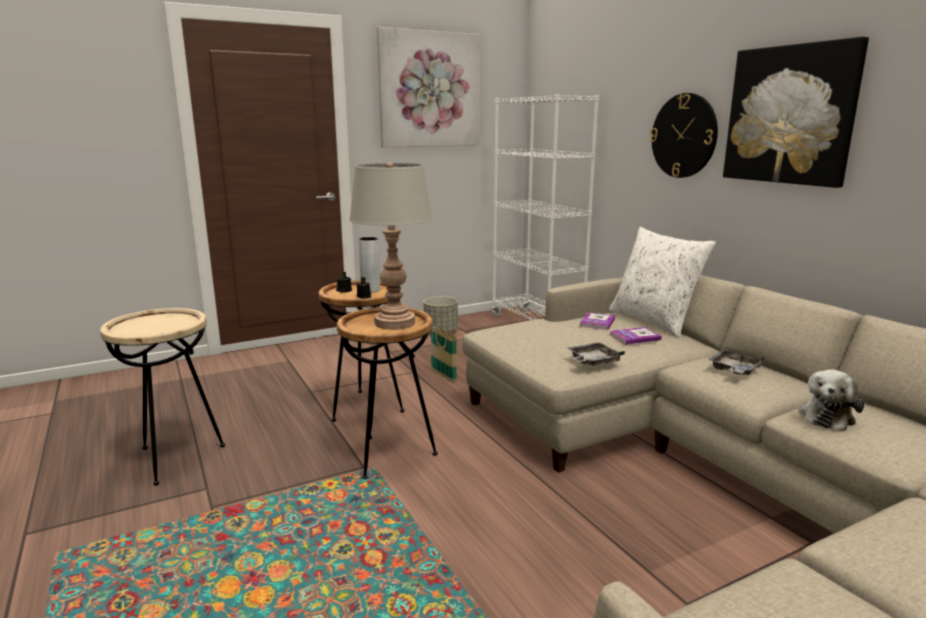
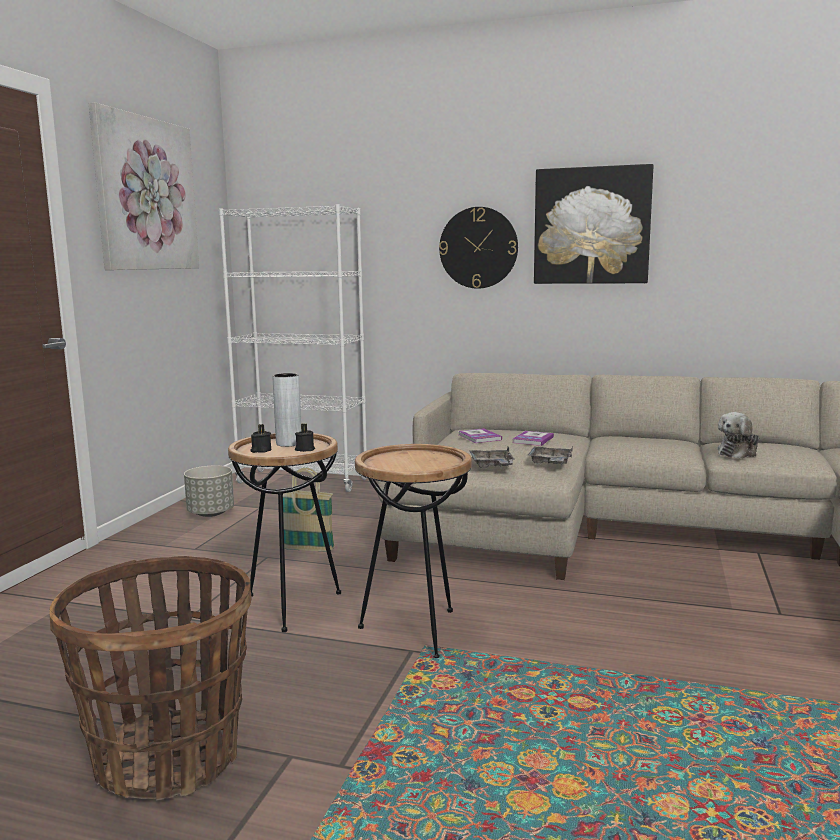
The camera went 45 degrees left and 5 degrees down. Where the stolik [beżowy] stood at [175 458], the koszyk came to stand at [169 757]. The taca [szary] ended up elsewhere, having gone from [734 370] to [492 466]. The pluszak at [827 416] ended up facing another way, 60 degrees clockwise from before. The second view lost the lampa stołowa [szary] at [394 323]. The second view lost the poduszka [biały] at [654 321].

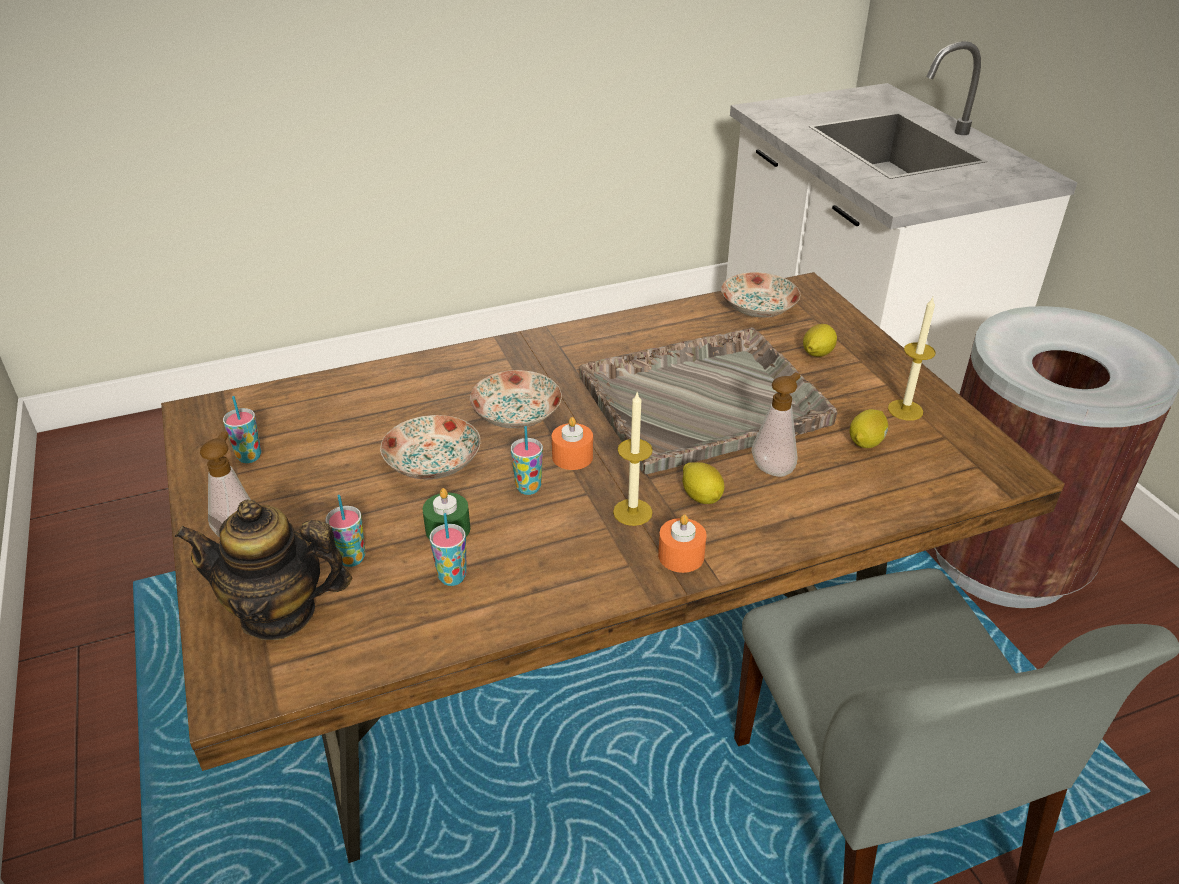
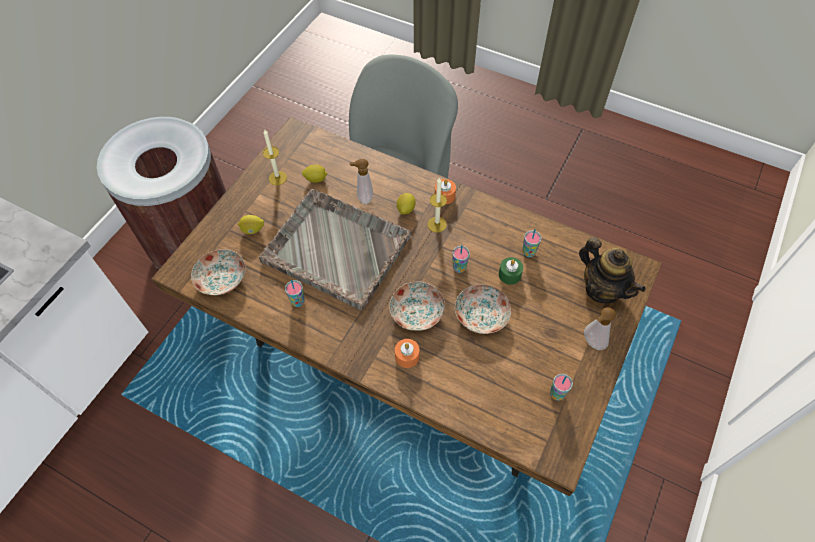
The camera went 130 degrees left and 20 degrees up. The filiżanka ended up elsewhere, having gone from [351 558] to [298 301]. The świeca [pomarańczowy] ended up elsewhere, having gone from [572 457] to [407 356].

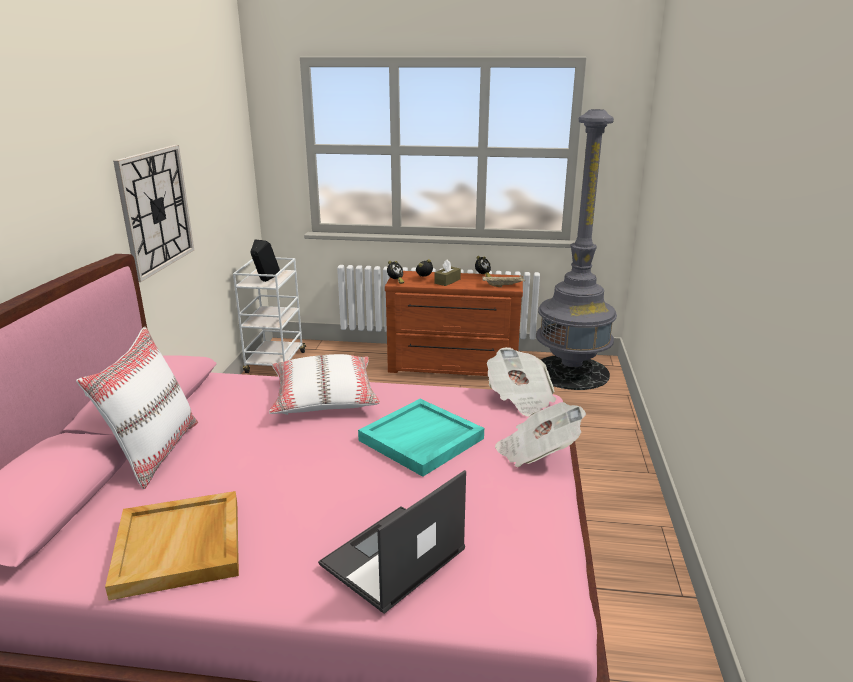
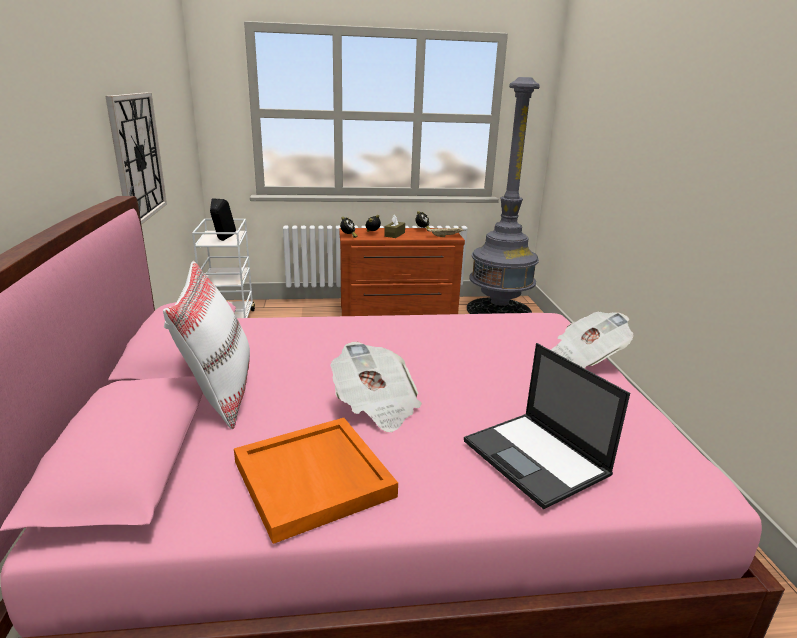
The camera went 15 degrees left and 0 degrees up. What was the taca [beżowy] at [180 547] turned into the taca [pomarańczowy] at [315 479]. The gazeta ended up elsewhere, having gone from [520 398] to [376 406]. The laptop at [392 558] ended up facing another way, 60 degrees counterclockwise from before. The second view lost the poduszka [biały] at [323 397]. The second view lost the taca [turkusowy] at [421 440].

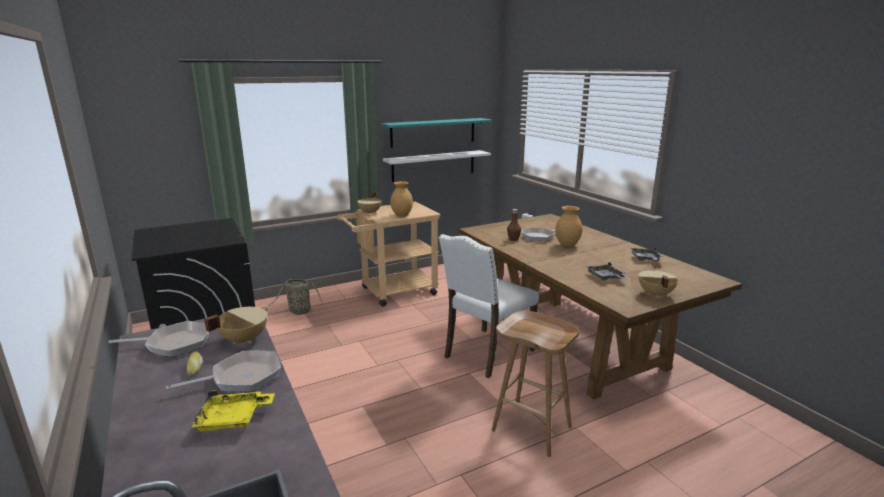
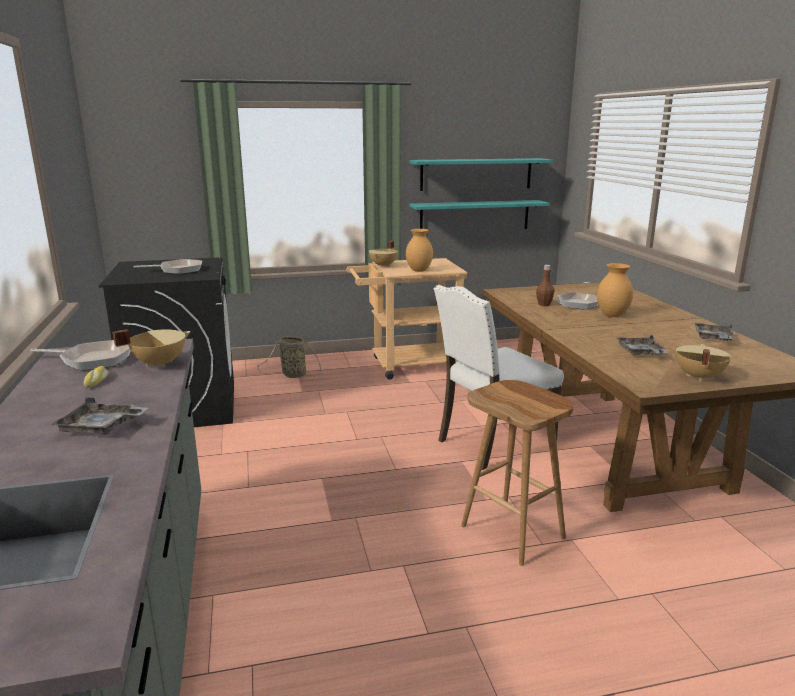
The camera went 15 degrees right and 0 degrees up. What was the taca [żółty] at [233 419] turned into the taca [szary] at [101 427]. The patelnia ended up elsewhere, having gone from [241 377] to [178 270]. What was the półka [biały] at [433 165] turned into the półka [turkusowy] at [474 216].

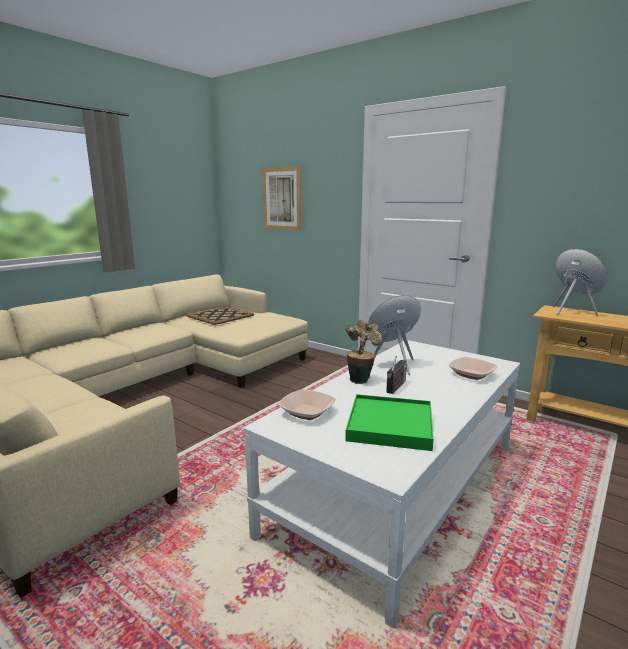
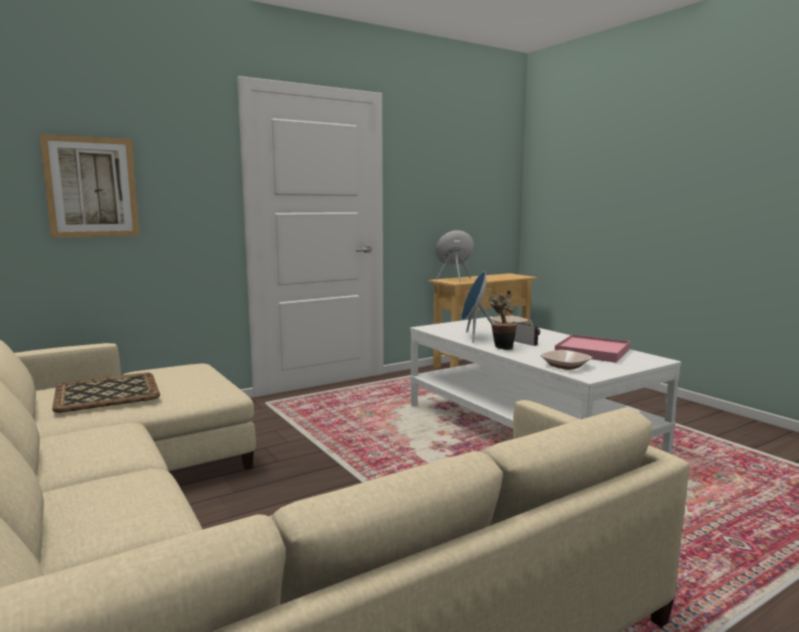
The camera went 70 degrees left and 5 degrees down. What was the taca [zielony] at [390 425] turned into the taca [różowy] at [592 352].

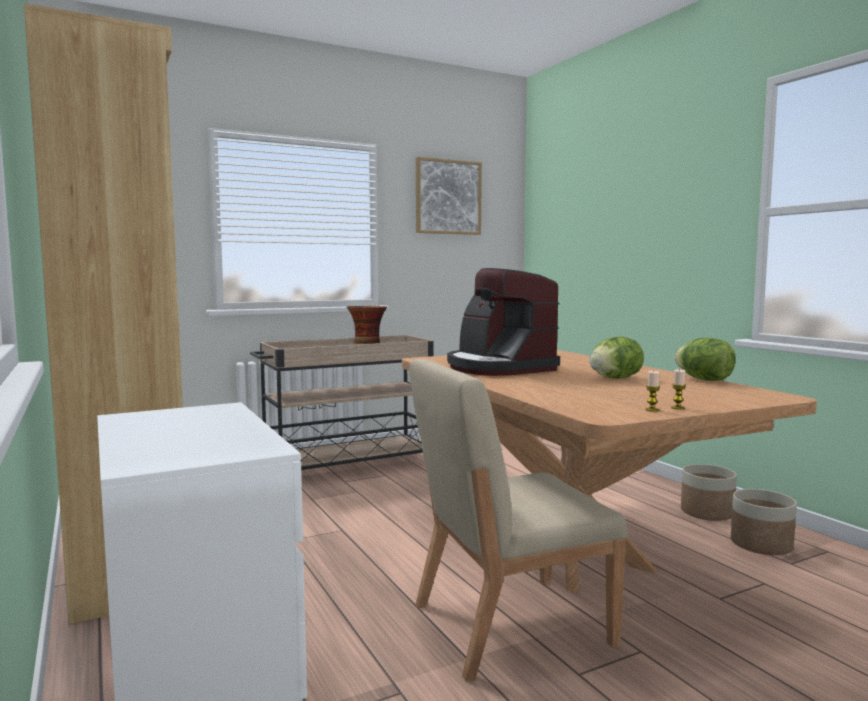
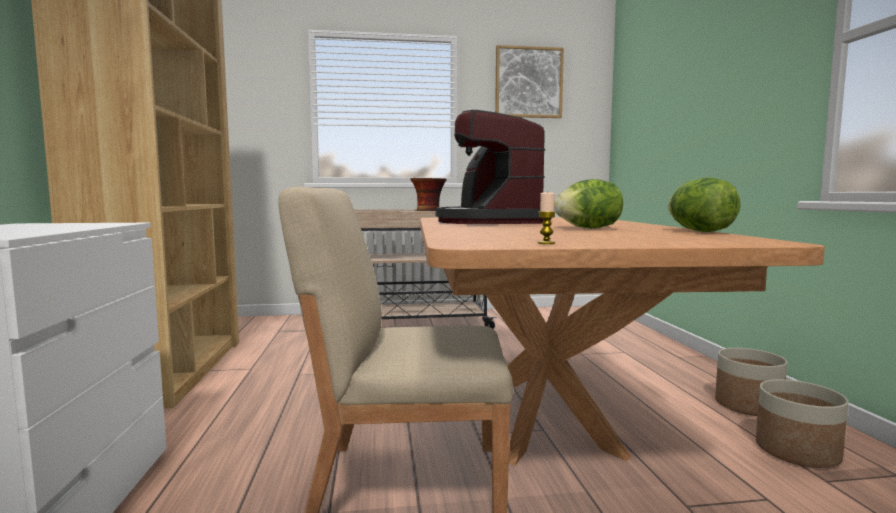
The camera went 20 degrees right and 0 degrees up. The second view lost the świeca at [677 408].

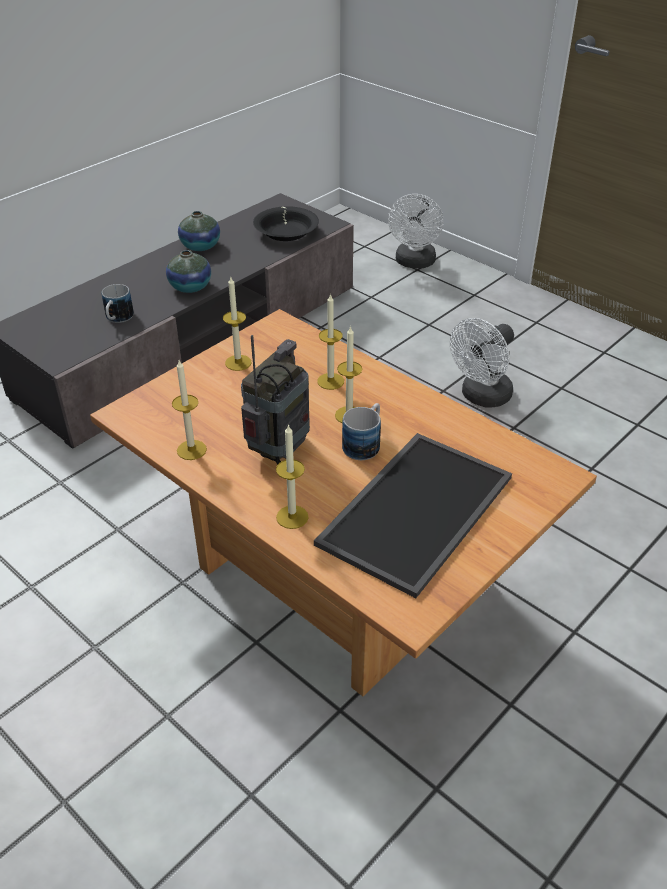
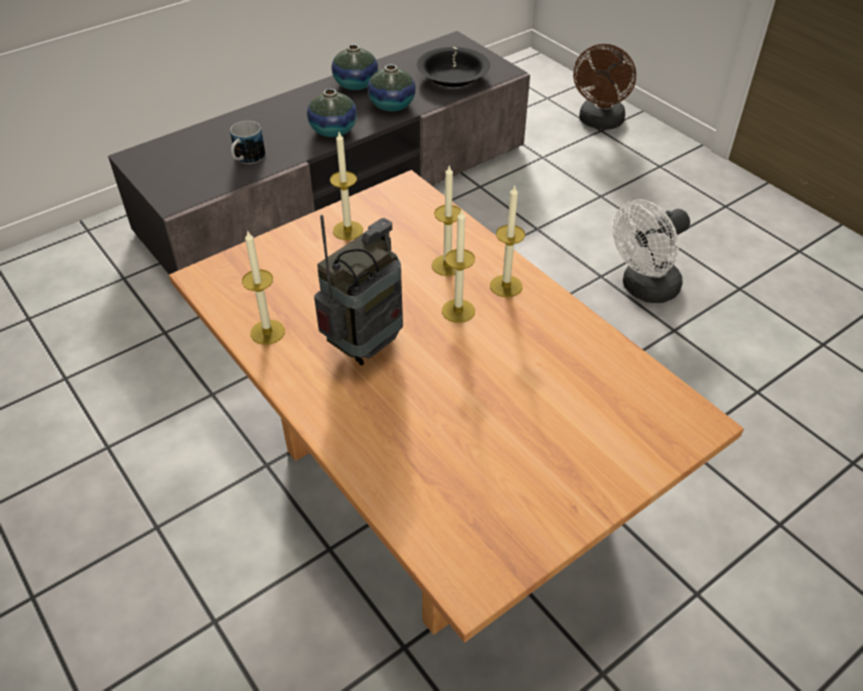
The camera went 10 degrees right and 5 degrees up. The second view gained the wazon at [392 105]. The świeca ended up elsewhere, having gone from [292 517] to [506 286]. What was the wentylator [biały] at [414 263] turned into the wentylator [brązowy] at [599 122]. The second view lost the taca at [414 508]. The second view lost the kubek at [365 443].

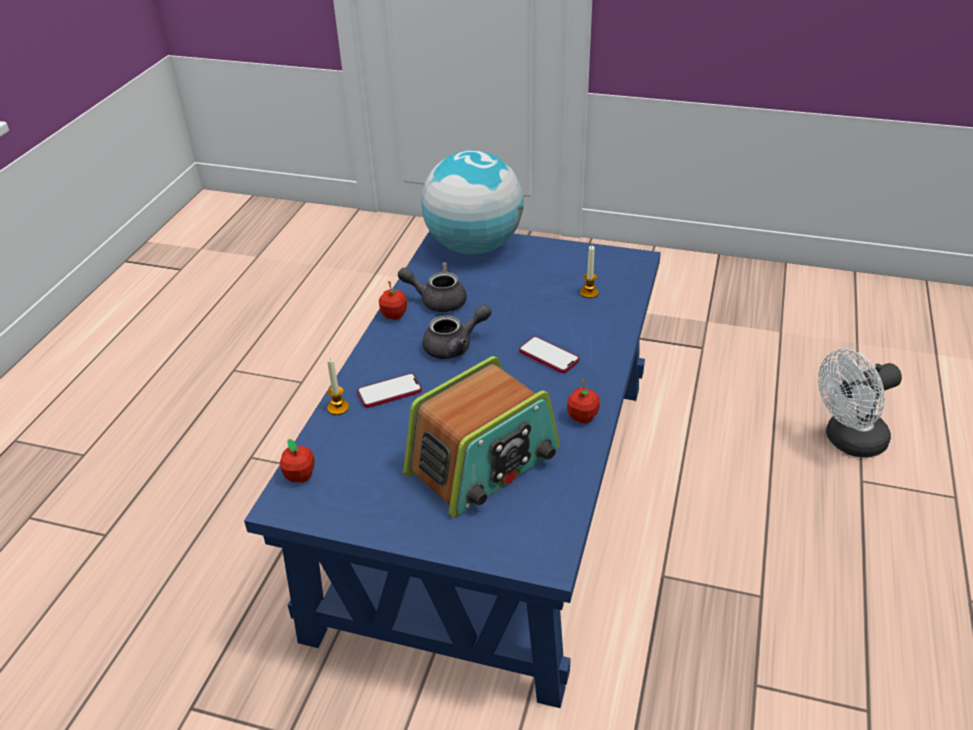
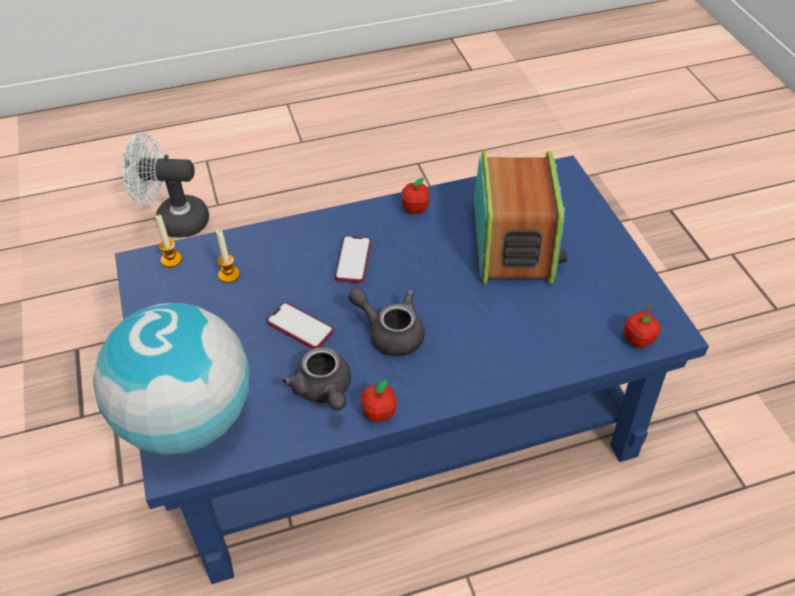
The camera went 125 degrees left and 10 degrees up. The wentylator [biały] at [848 441] ended up facing another way, 150 degrees clockwise from before. The świeca ended up elsewhere, having gone from [338 408] to [171 260]. The telefon ended up elsewhere, having gone from [389 392] to [300 327]. The radio at [484 463] ended up facing another way, 75 degrees clockwise from before.

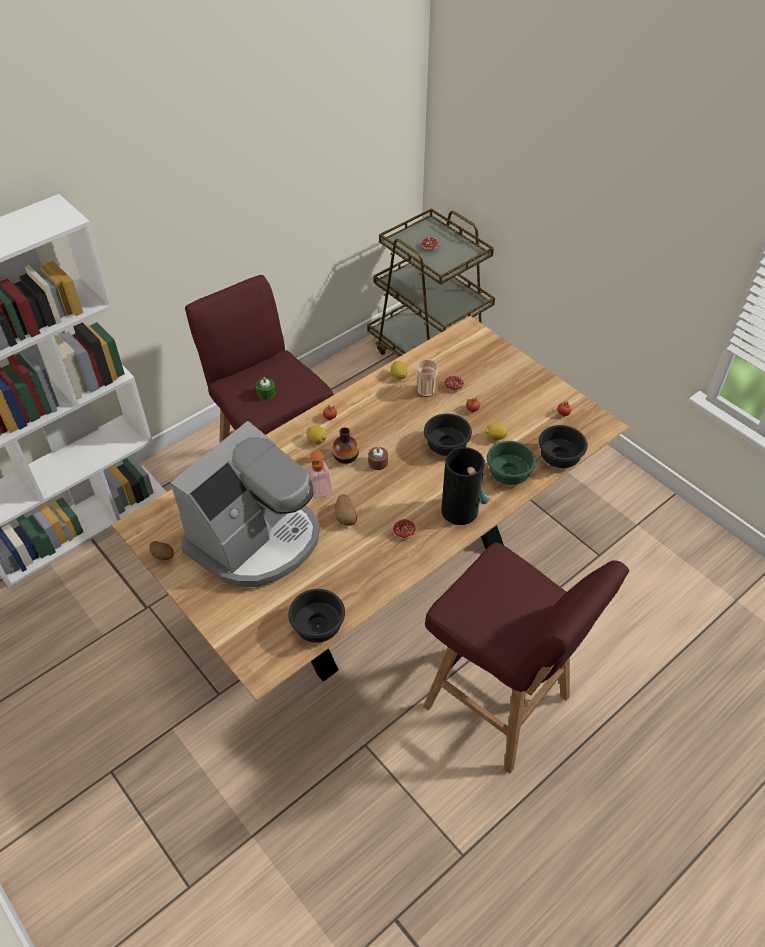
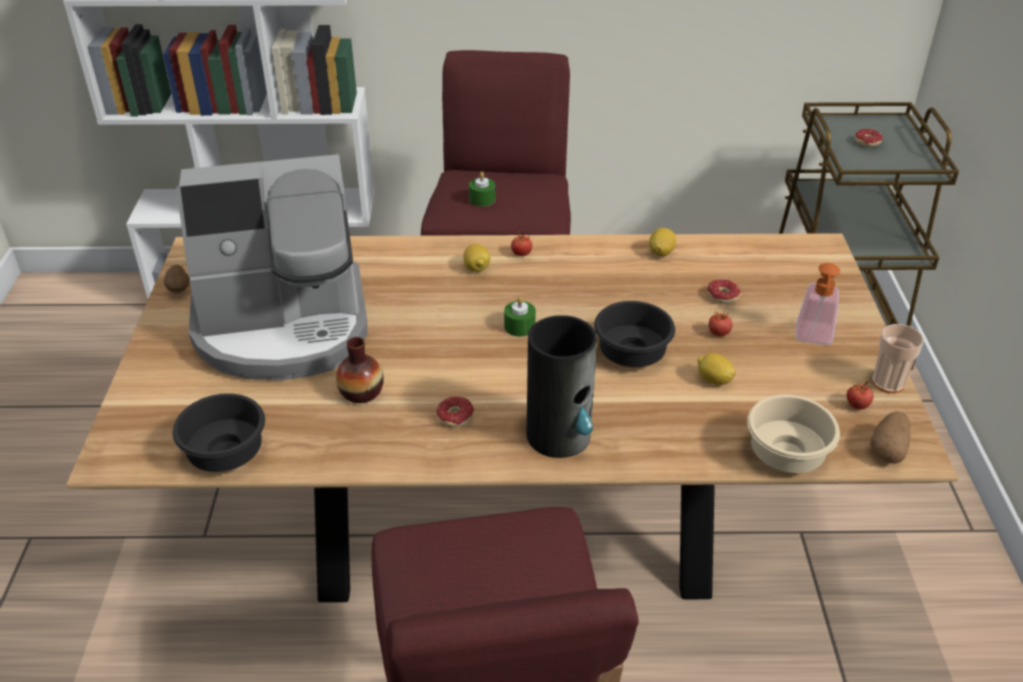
The camera went 40 degrees right and 10 degrees down. The wazon ended up elsewhere, having gone from [345 456] to [361 392]. What was the świeca [brązowy] at [378 462] turned into the świeca [zielony] at [519 326]. What was the miska [czarny] at [558 456] turned into the miska [beżowy] at [786 453]. The dozownik mydła ended up elsewhere, having gone from [321 493] to [813 338]. The ziemniak ended up elsewhere, having gone from [345 516] to [888 449]. The filiżanka ended up elsewhere, having gone from [426 391] to [888 383]. The second view lost the miska [zielony] at [509 475].

